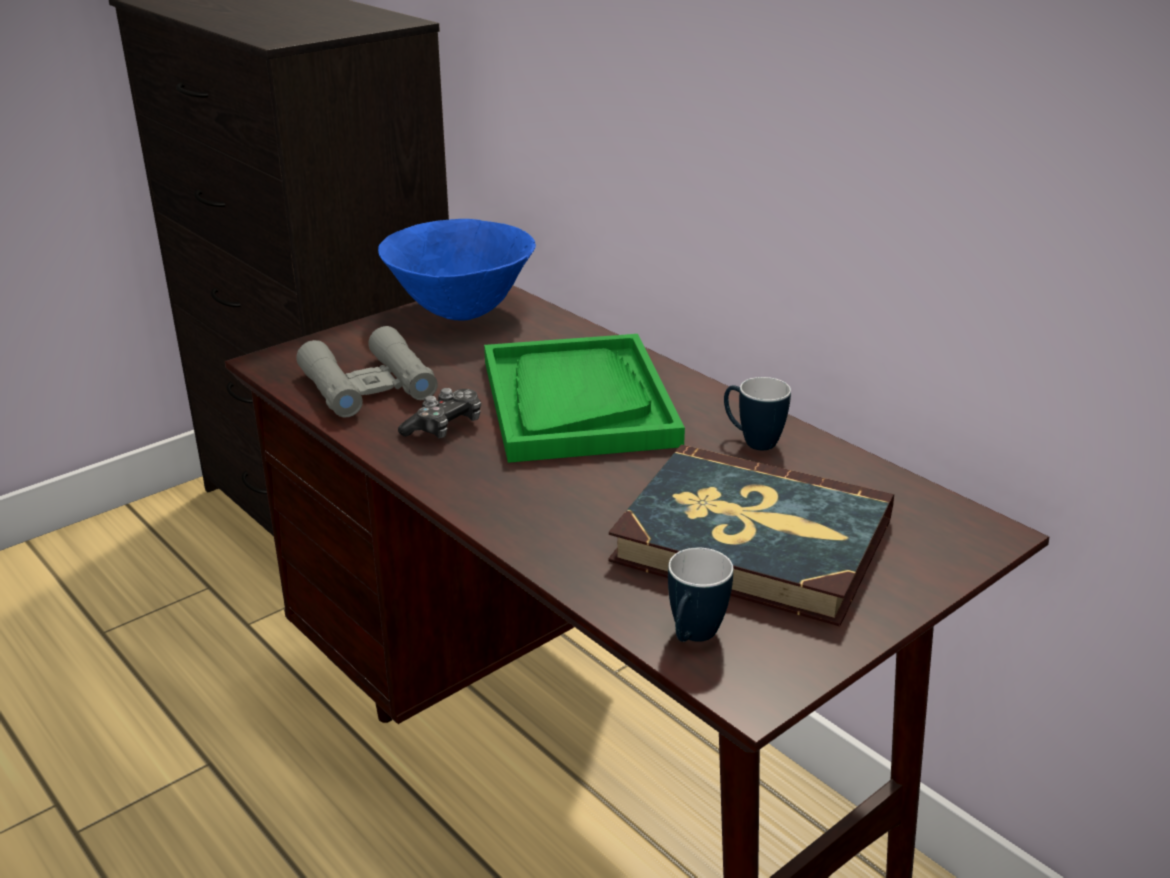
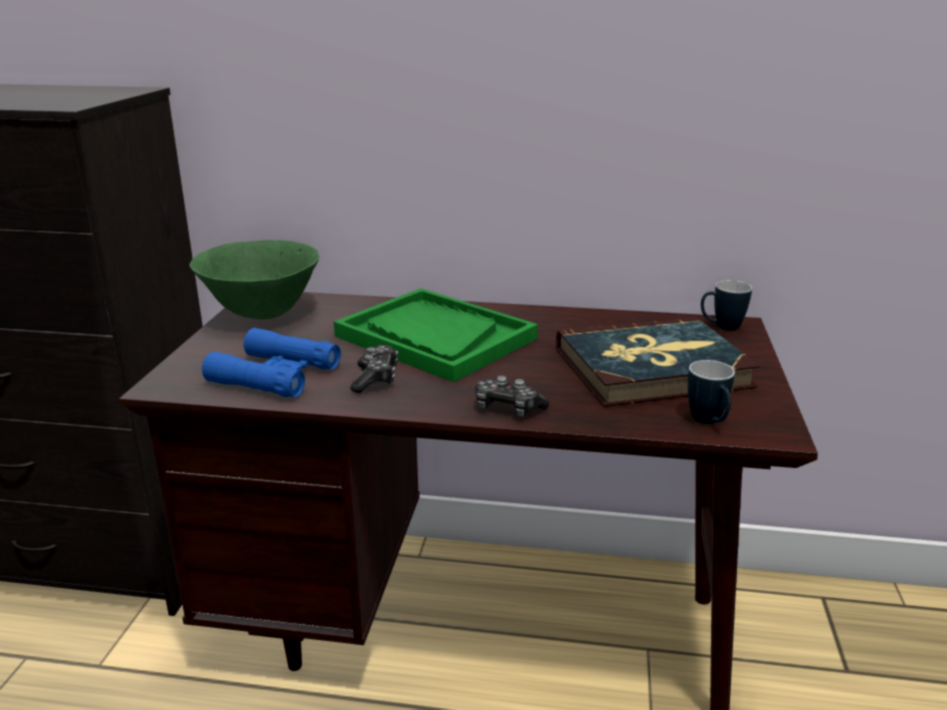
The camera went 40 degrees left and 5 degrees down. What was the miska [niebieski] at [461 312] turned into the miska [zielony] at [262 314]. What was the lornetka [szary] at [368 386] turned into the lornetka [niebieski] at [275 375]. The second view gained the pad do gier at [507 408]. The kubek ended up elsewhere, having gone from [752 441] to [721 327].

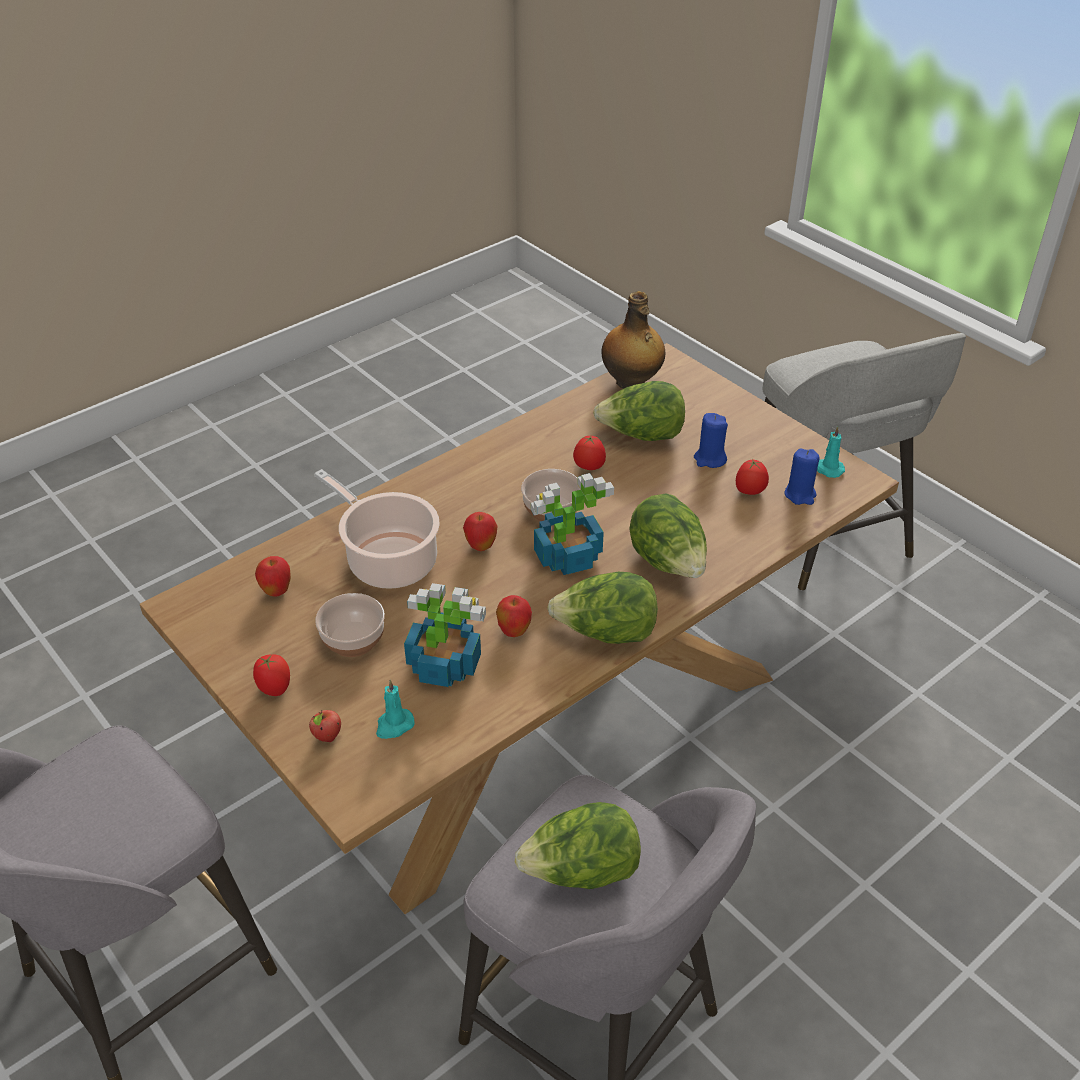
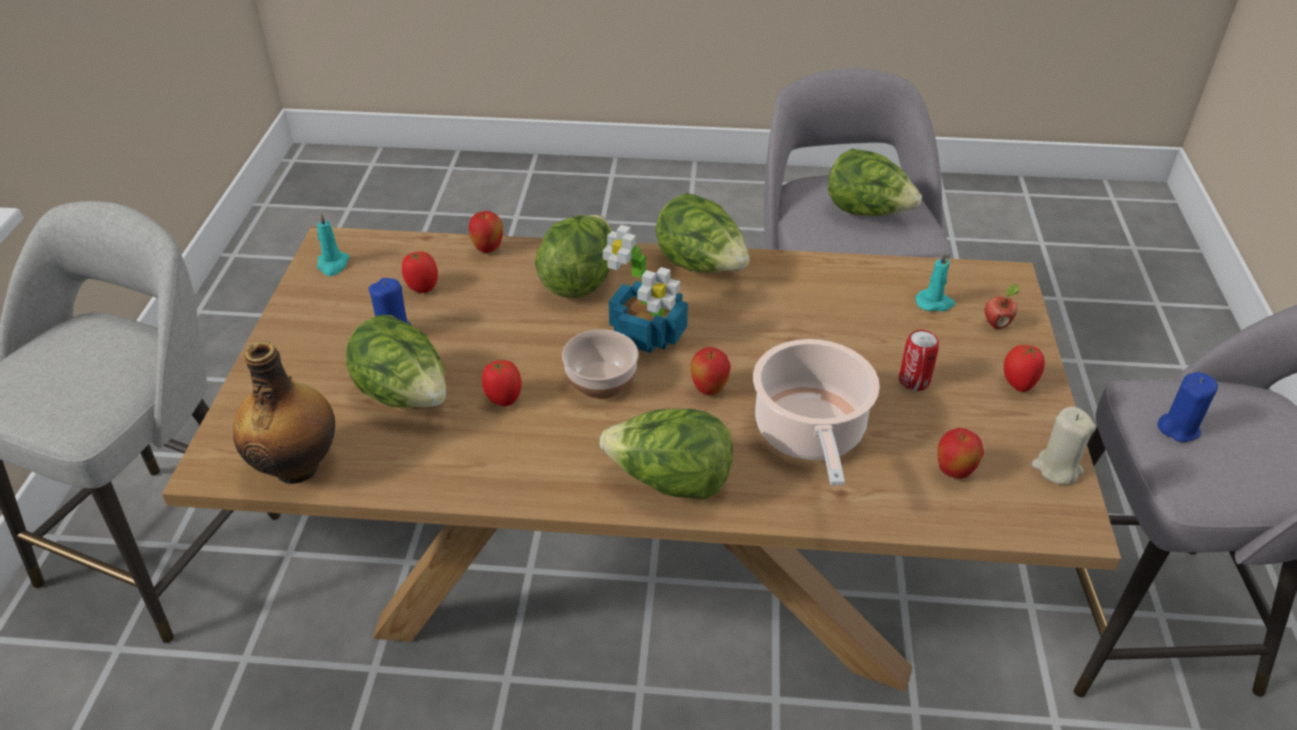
The camera went 135 degrees left and 0 degrees up. The jabłko ended up elsewhere, having gone from [514 632] to [488 249]. The second view gained the sałata at [670 482]. Where the miska stood at [353 640], the puszka came to stand at [914 381]. The second view gained the świeca [beżowy] at [1056 468]. The świeca [niebieski] ended up elsewhere, having gone from [800 494] to [1178 428]. The second view lost the roślina doniczkowa at [443 664].

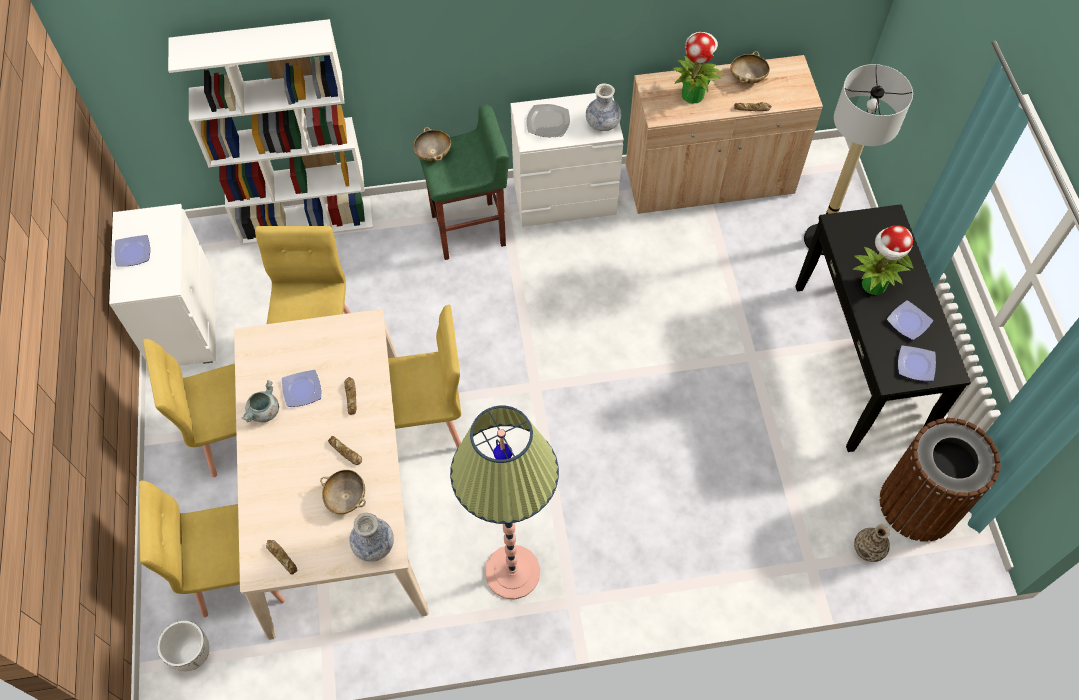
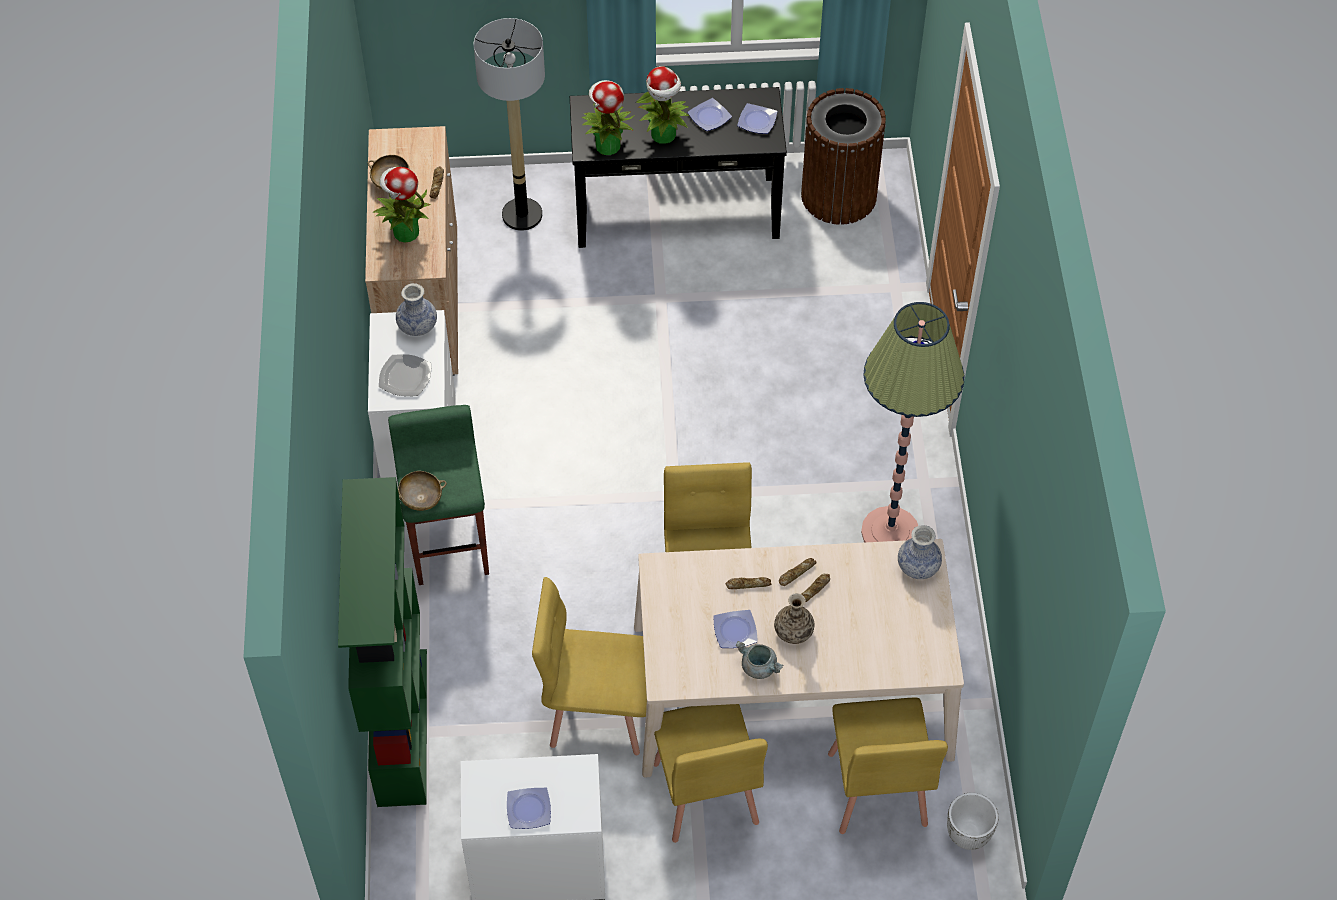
The camera went 85 degrees left and 5 degrees down. What was the regał [biały] at [307 221] turned into the regał [zielony] at [401 726]. The second view gained the roślina doniczkowa at [607 145]. The wazon ended up elsewhere, having gone from [869 548] to [793 631]. The chleb ended up elsewhere, having gone from [282 557] to [796 573]. The second view lost the miska [beżowy] at [346 497].

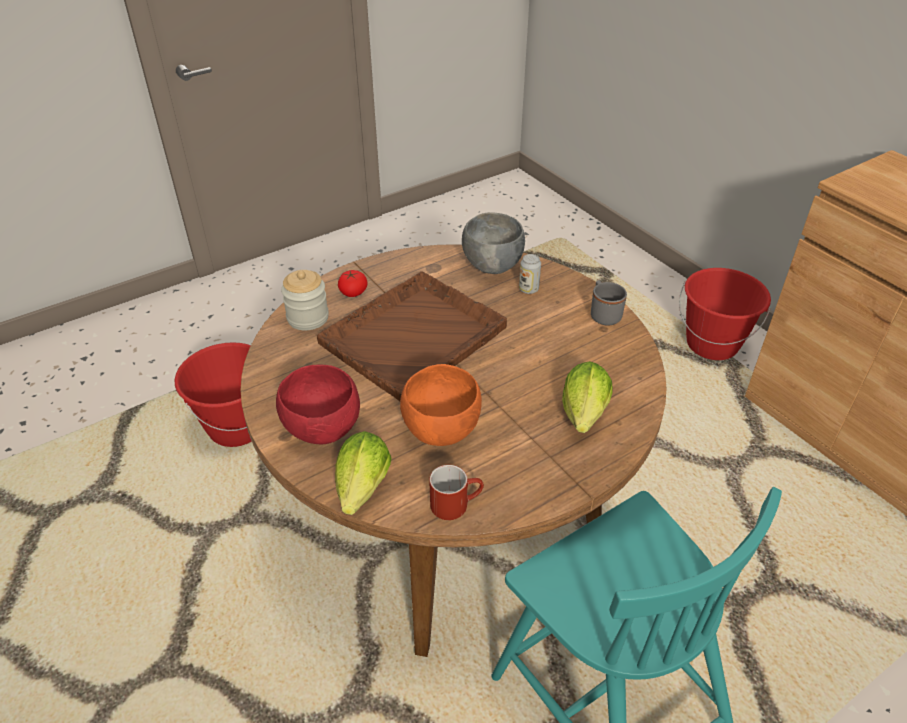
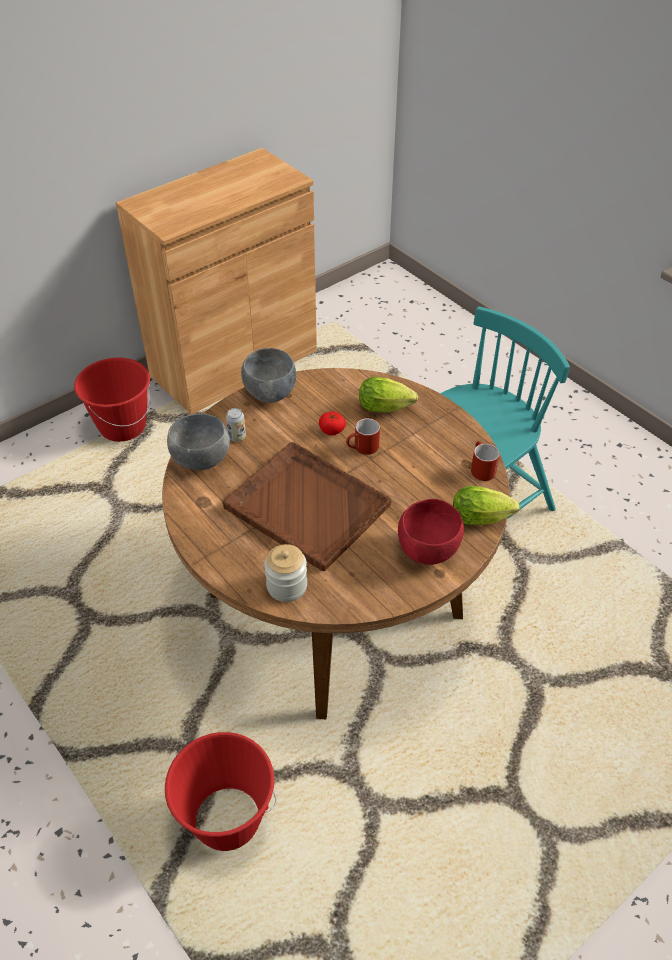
The camera went 95 degrees left and 5 degrees up. Where the kubek [szary] stood at [603 314], the miska [szary] came to stand at [269 394]. The pomidor ended up elsewhere, having gone from [353 292] to [332 430]. The second view gained the kubek [czerwony] at [362 448]. The second view lost the miska [pomarańczowy] at [440 431].

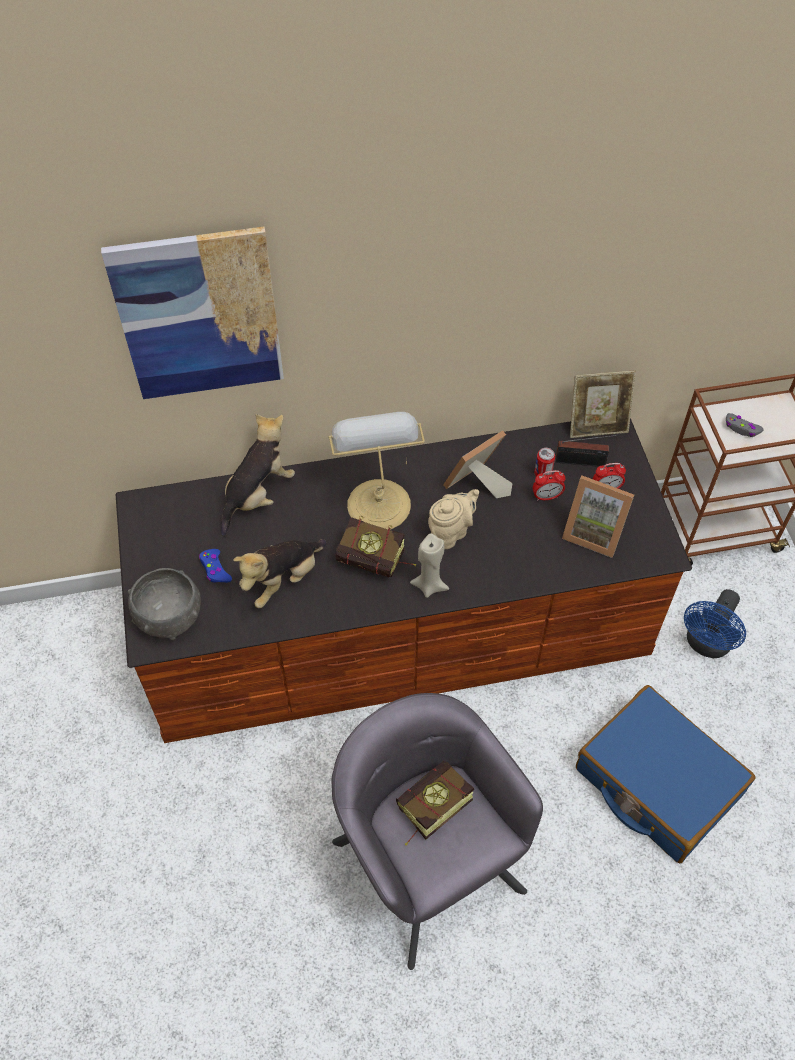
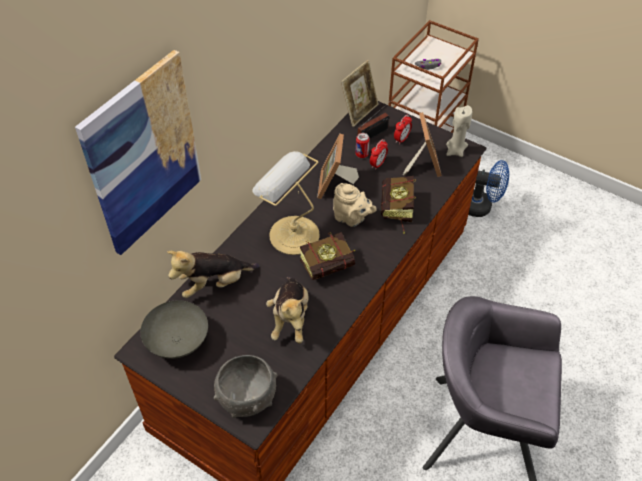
The camera went 45 degrees left and 5 degrees down. The second view gained the miska [szary] at [177 341]. The pluszak at [258 495] ended up facing another way, 105 degrees counterclockwise from before. The imbryk [beżowy] at [451 532] ended up facing another way, 120 degrees clockwise from before. The książka ended up elsewhere, having gone from [428 811] to [396 212]. The ramka na zdjęcie at [594 532] ended up facing another way, 75 degrees counterclockwise from before. The świeca [beżowy] ended up elsewhere, having gone from [429 585] to [455 151]. The wentylator [niebieski] at [706 645] ended up facing another way, 60 degrees counterclockwise from before. The second view lost the pad do gier [niebieski] at [215 569]. The second view lost the walizka [niebieski] at [657 782].

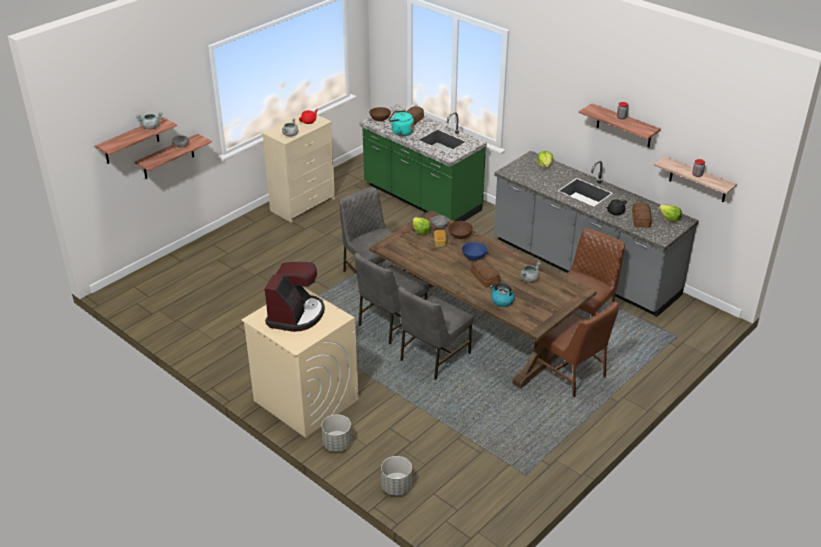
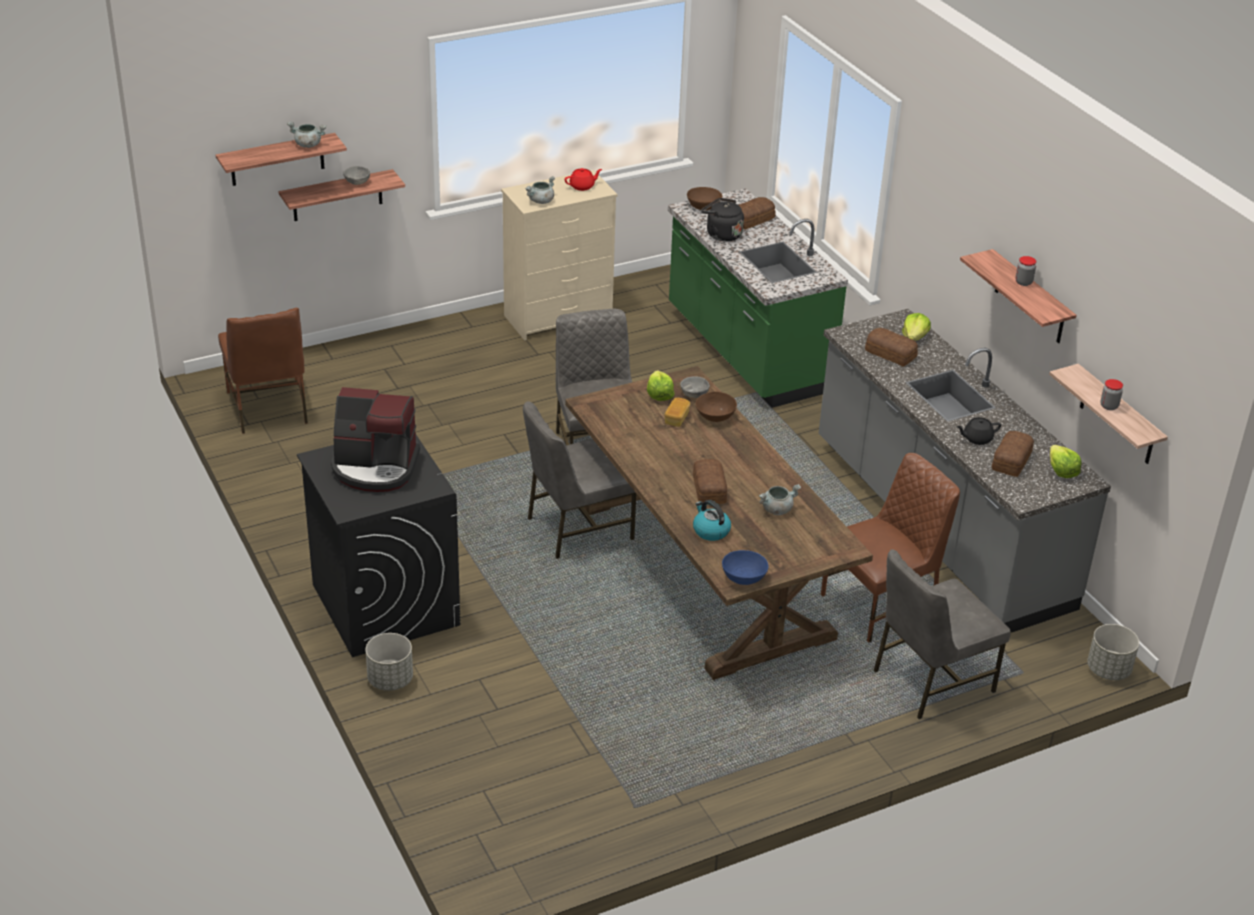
The camera went 20 degrees right and 0 degrees up. The krzesło [brązowy] ended up elsewhere, having gone from [570 373] to [268 408]. What was the pralka [beżowy] at [305 399] turned into the pralka [czarny] at [385 604]. The ekspres do kawy at [296 315] ended up facing another way, 60 degrees clockwise from before. What was the czajnik [turkusowy] at [401 132] turned into the czajnik [czarny] at [721 234]. The miska [niebieski] ended up elsewhere, having gone from [474 256] to [743 577]. The second view gained the chleb at [890 353]. The krzesło [szary] ended up elsewhere, having gone from [433 357] to [930 680]. The donica [szary] ended up elsewhere, having gone from [396 487] to [1108 670].

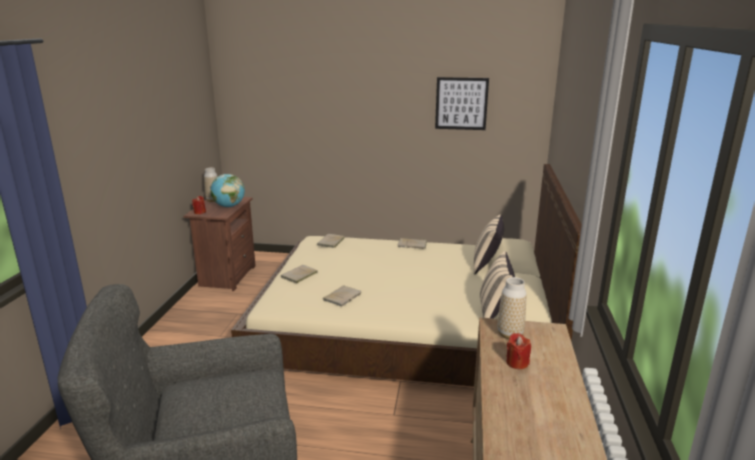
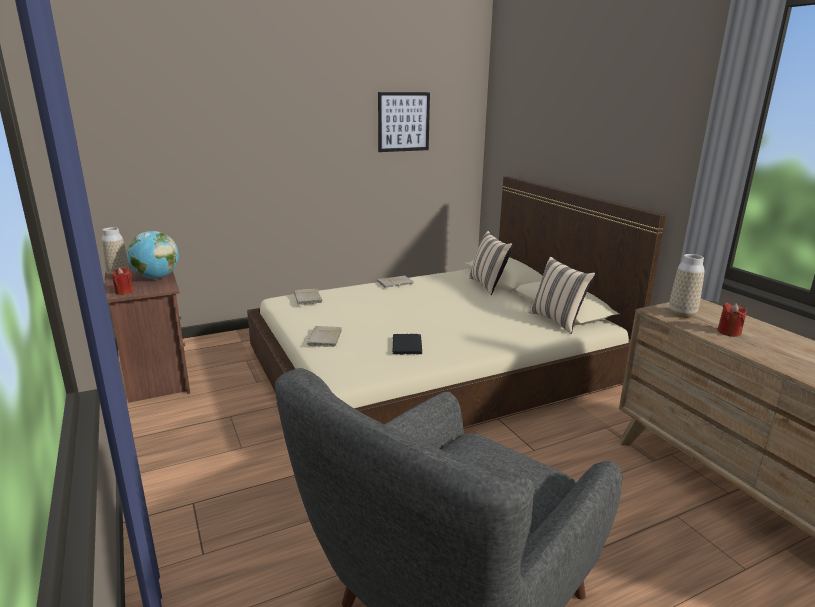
The camera went 35 degrees left and 0 degrees up. What was the książka [beżowy] at [343 297] turned into the książka [czarny] at [406 345].

